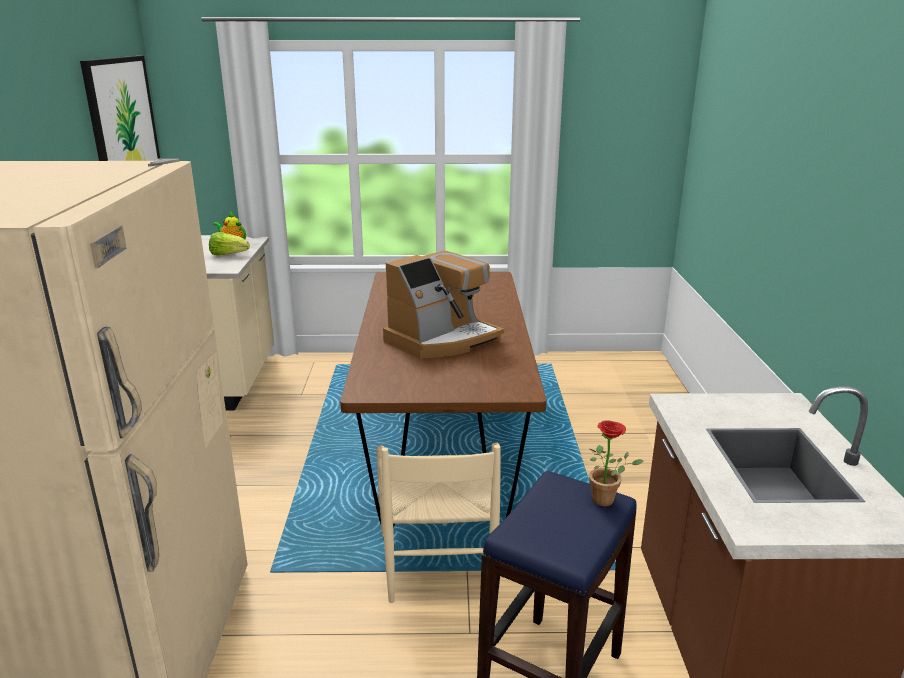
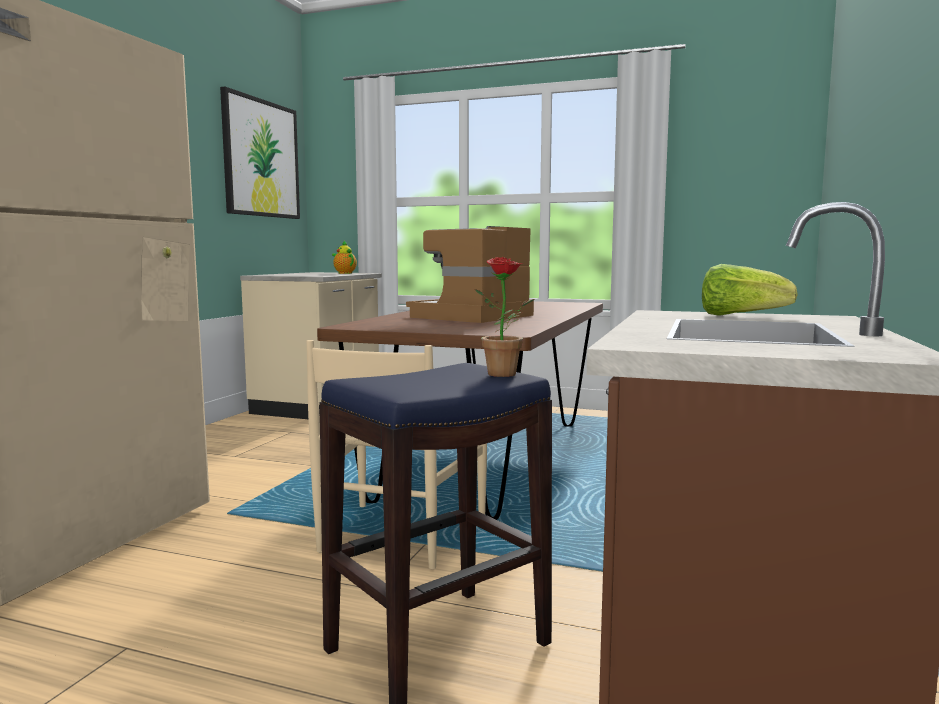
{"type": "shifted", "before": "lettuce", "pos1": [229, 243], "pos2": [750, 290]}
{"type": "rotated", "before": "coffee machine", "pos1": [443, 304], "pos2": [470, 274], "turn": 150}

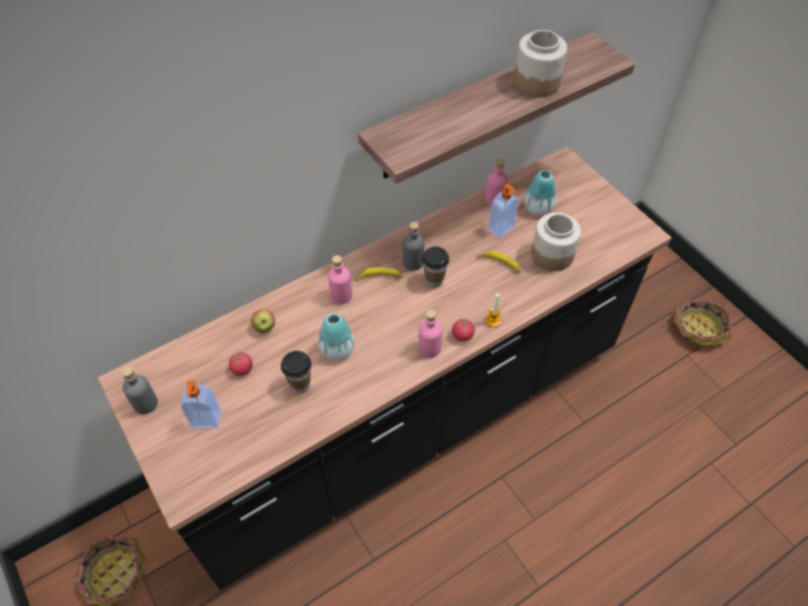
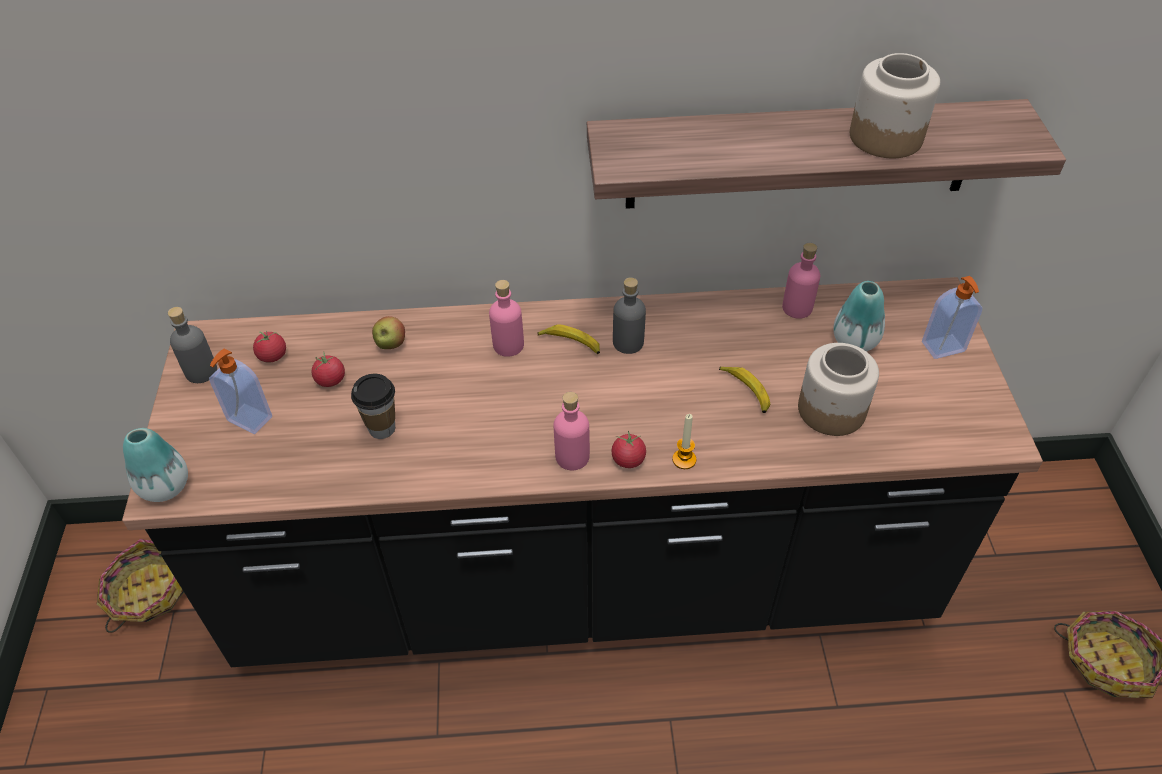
{"type": "gone", "before": "cup", "pos1": [435, 267]}
{"type": "new", "after": "tomato", "pos2": [269, 347]}
{"type": "shifted", "before": "vase", "pos1": [336, 336], "pos2": [155, 465]}
{"type": "shifted", "before": "soap dispenser", "pos1": [503, 211], "pos2": [952, 317]}

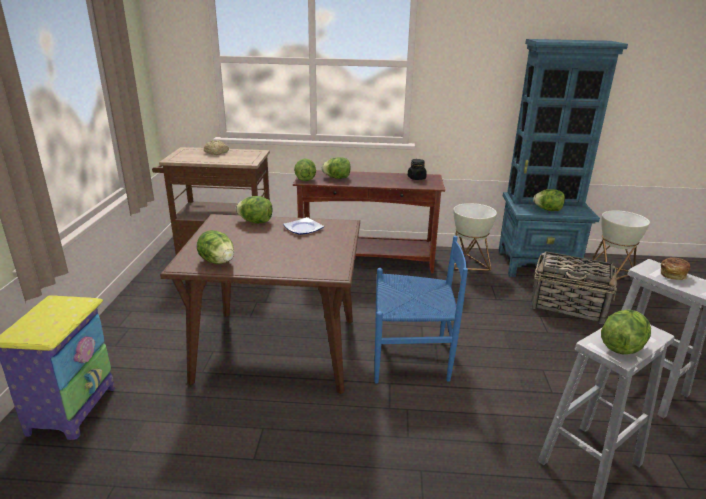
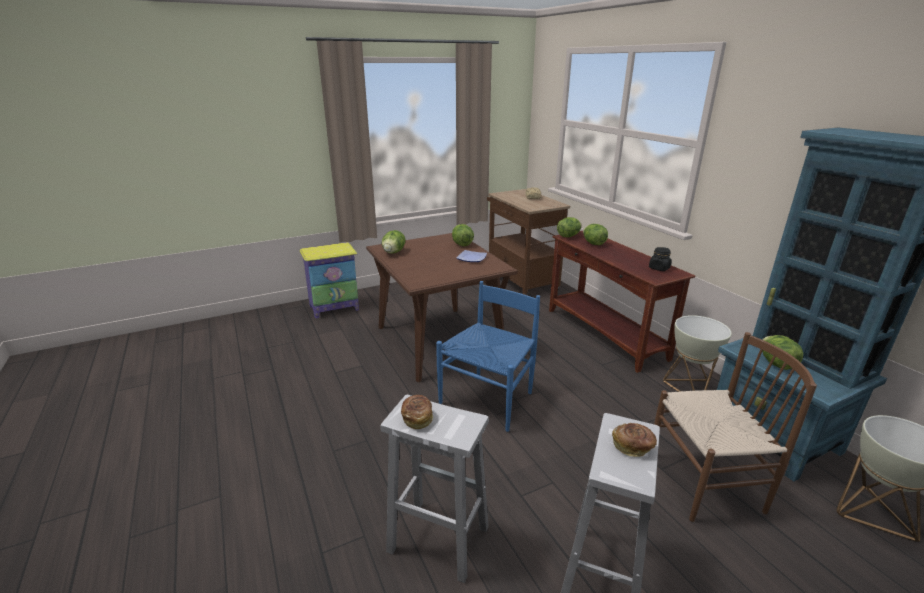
{"type": "swapped", "before": "basket", "after": "chair in brown", "pos1": [573, 287], "pos2": [735, 427]}
{"type": "swapped", "before": "lettuce", "after": "bread", "pos1": [626, 331], "pos2": [417, 412]}
{"type": "rotated", "before": "chair in blue", "pos1": [421, 310], "pos2": [488, 356], "turn": -120}

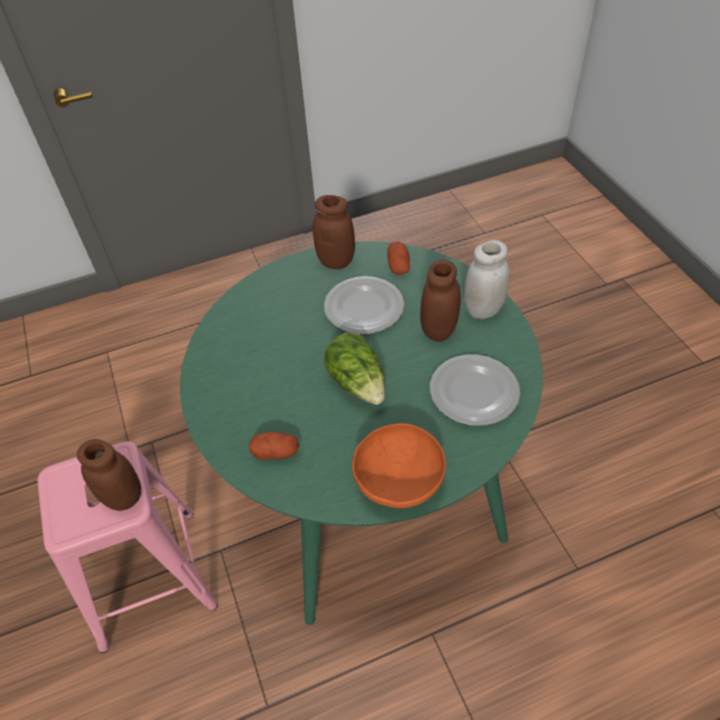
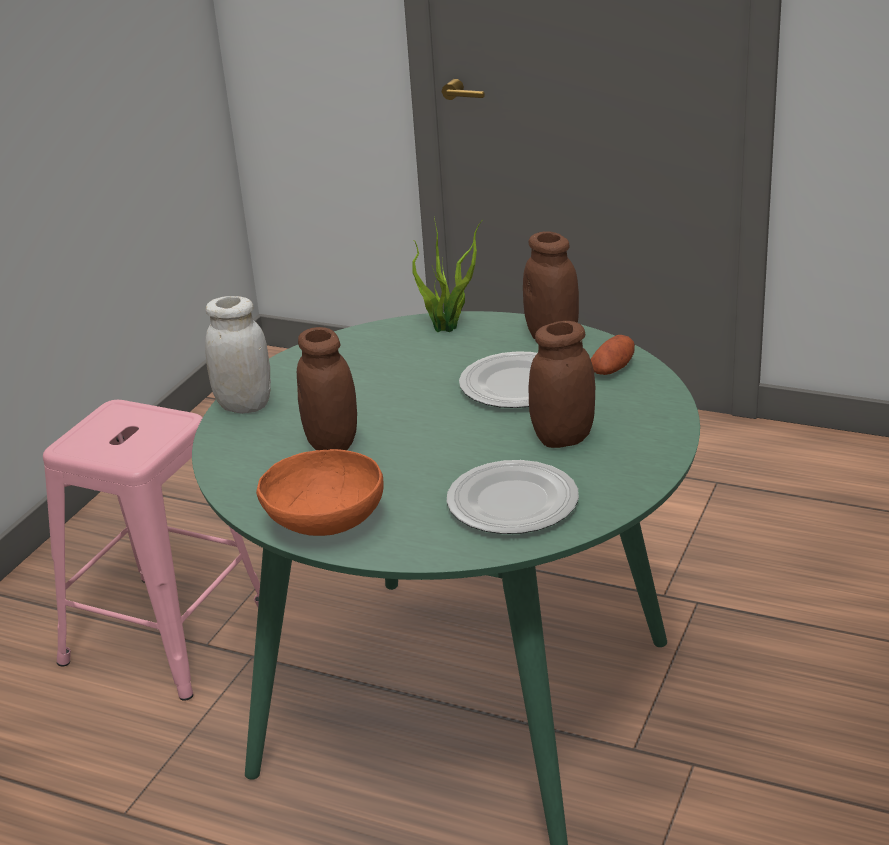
{"type": "gone", "before": "potato", "pos1": [274, 446]}
{"type": "gone", "before": "lettuce", "pos1": [354, 368]}
{"type": "new", "after": "potted plant", "pos2": [447, 275]}
{"type": "shifted", "before": "jar in brown", "pos1": [109, 475], "pos2": [327, 388]}
{"type": "shifted", "before": "jar in white", "pos1": [487, 279], "pos2": [238, 355]}

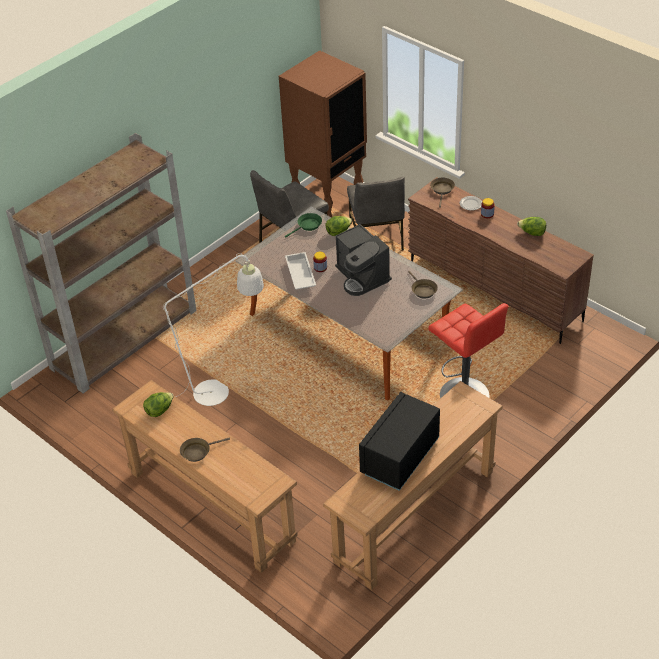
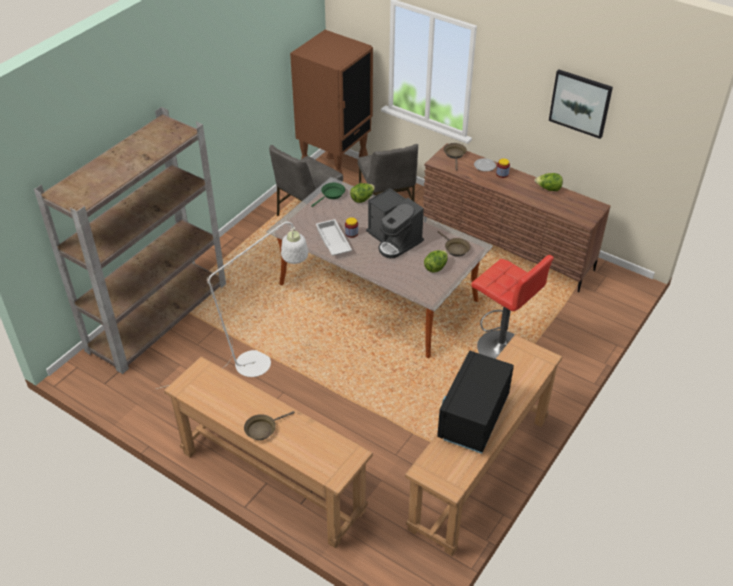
{"type": "new", "after": "picture", "pos2": [581, 104]}
{"type": "shifted", "before": "lettuce", "pos1": [158, 404], "pos2": [436, 261]}

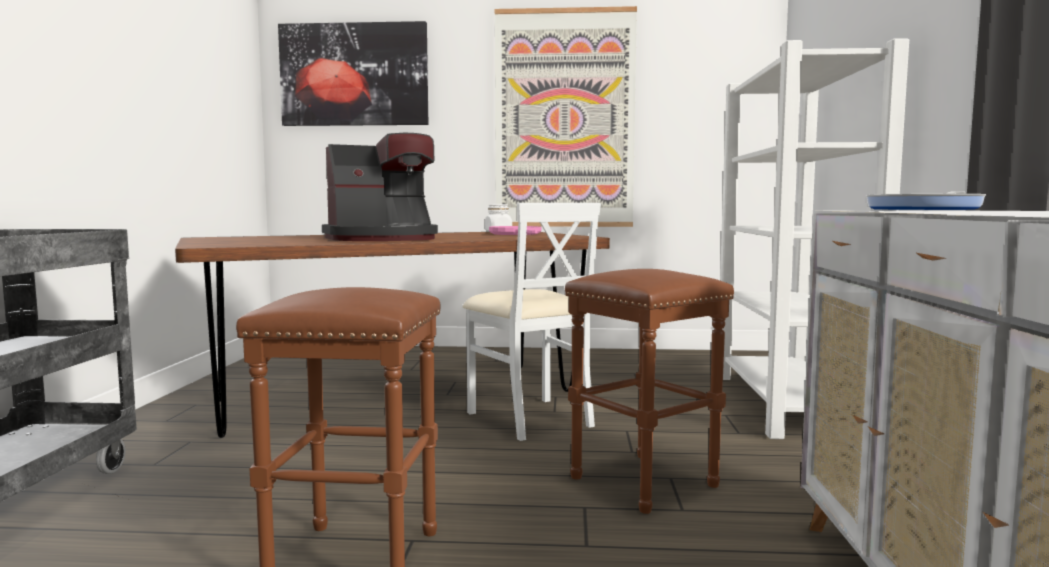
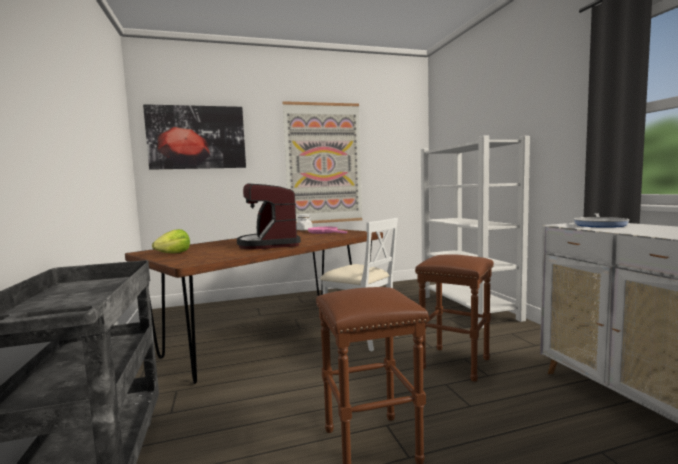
{"type": "new", "after": "lettuce", "pos2": [171, 241]}
{"type": "rotated", "before": "coffee machine", "pos1": [380, 187], "pos2": [269, 216], "turn": 120}

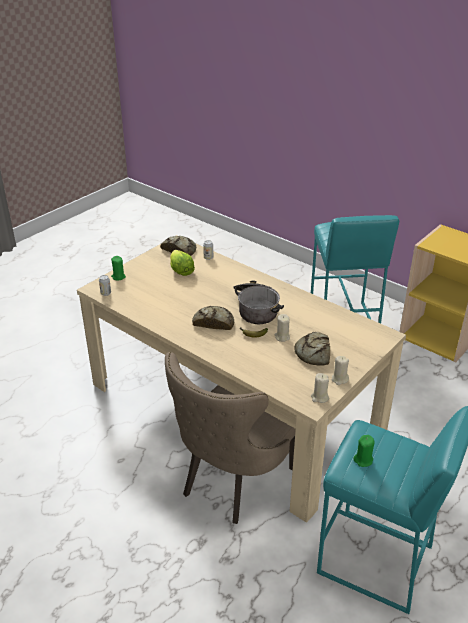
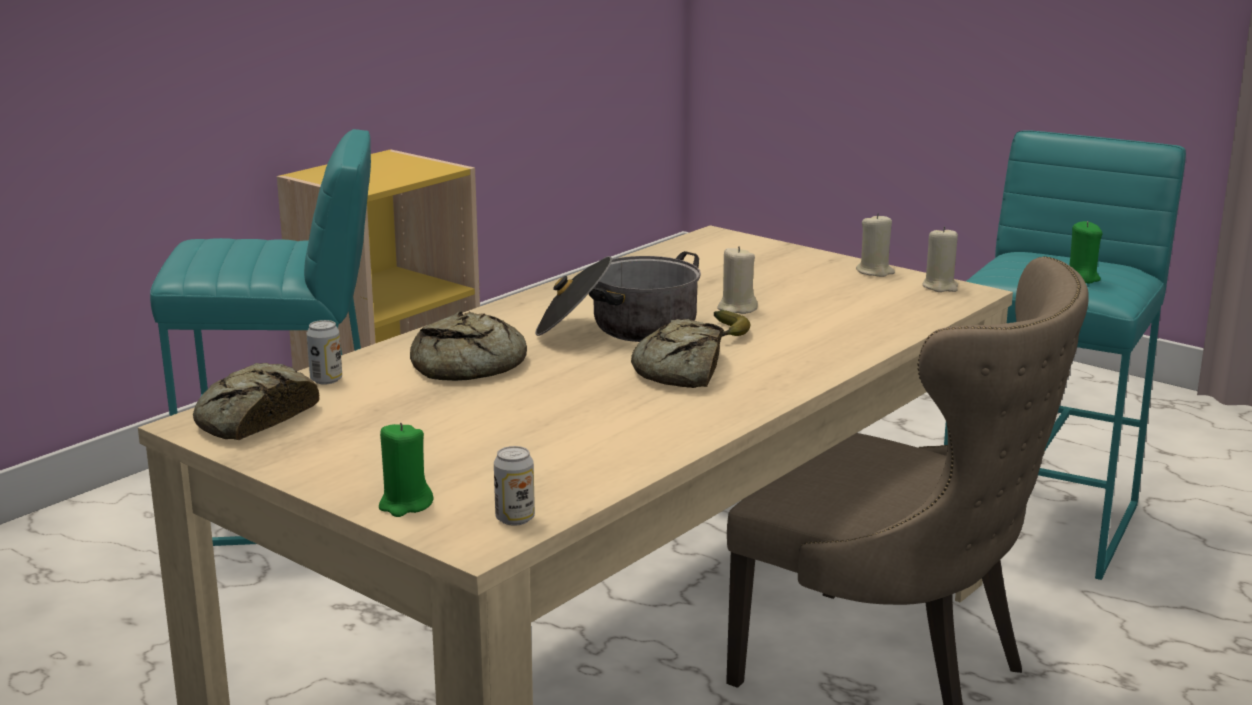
{"type": "gone", "before": "lettuce", "pos1": [182, 263]}
{"type": "shifted", "before": "bread", "pos1": [312, 349], "pos2": [468, 346]}

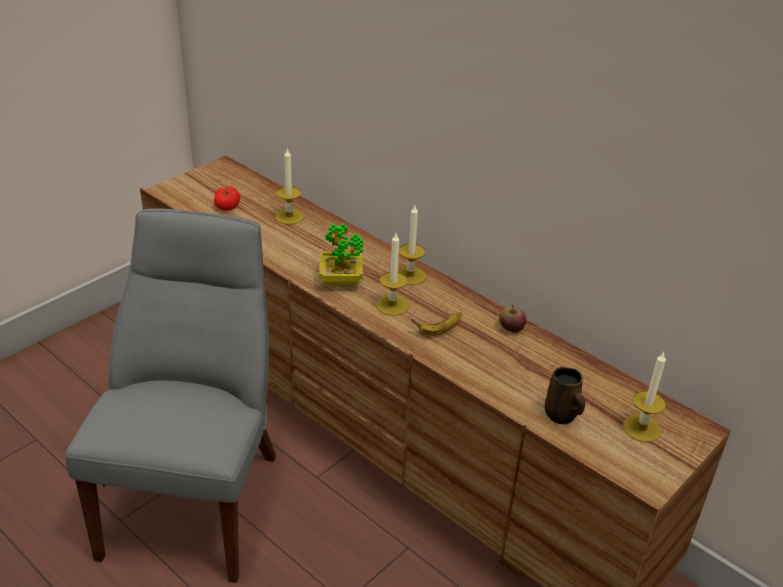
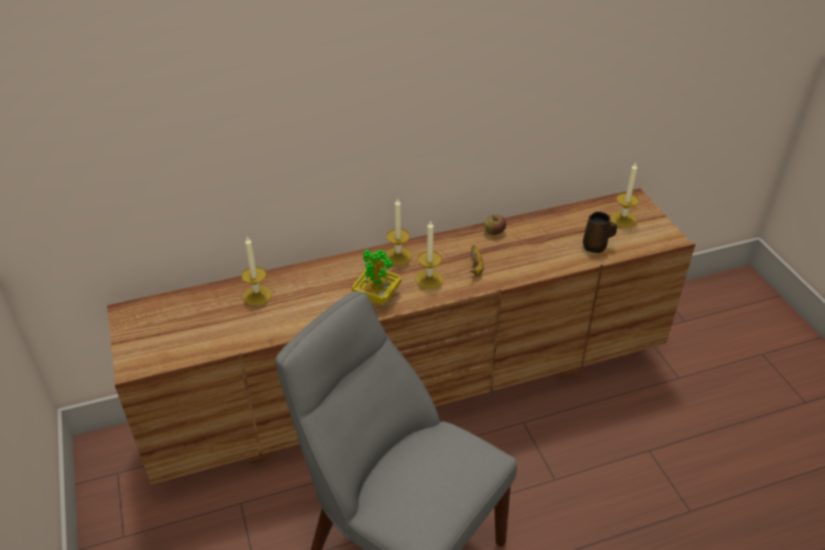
{"type": "gone", "before": "tomato", "pos1": [227, 198]}

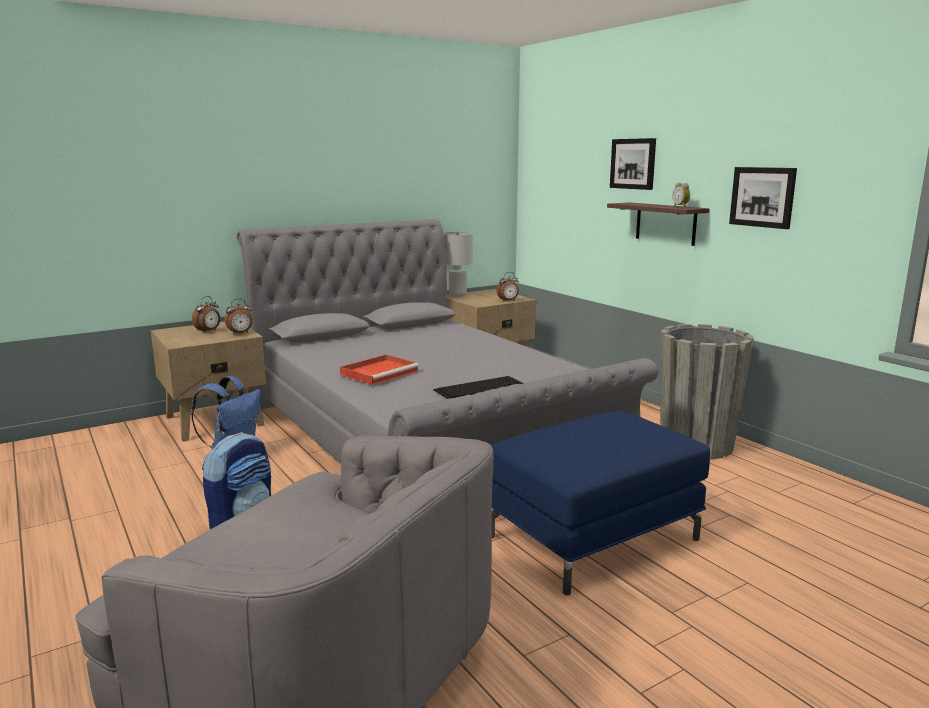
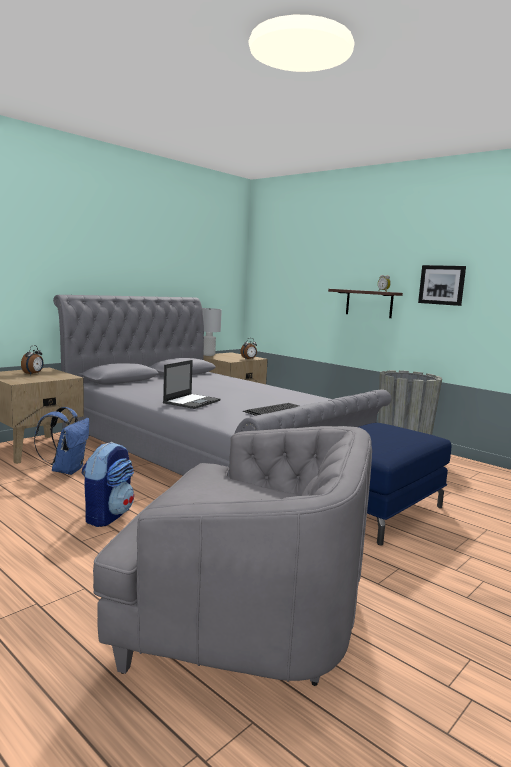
{"type": "gone", "before": "alarm clock", "pos1": [239, 316]}
{"type": "gone", "before": "picture", "pos1": [633, 164]}
{"type": "swapped", "before": "tray in red", "after": "laptop", "pos1": [379, 369], "pos2": [191, 384]}

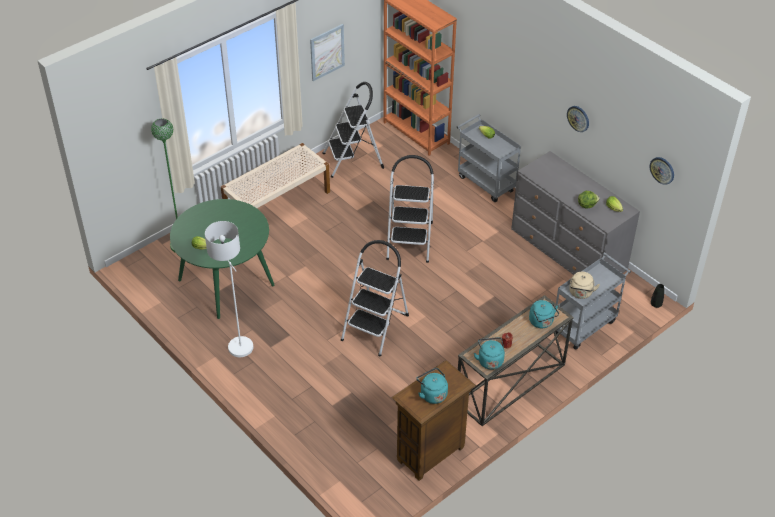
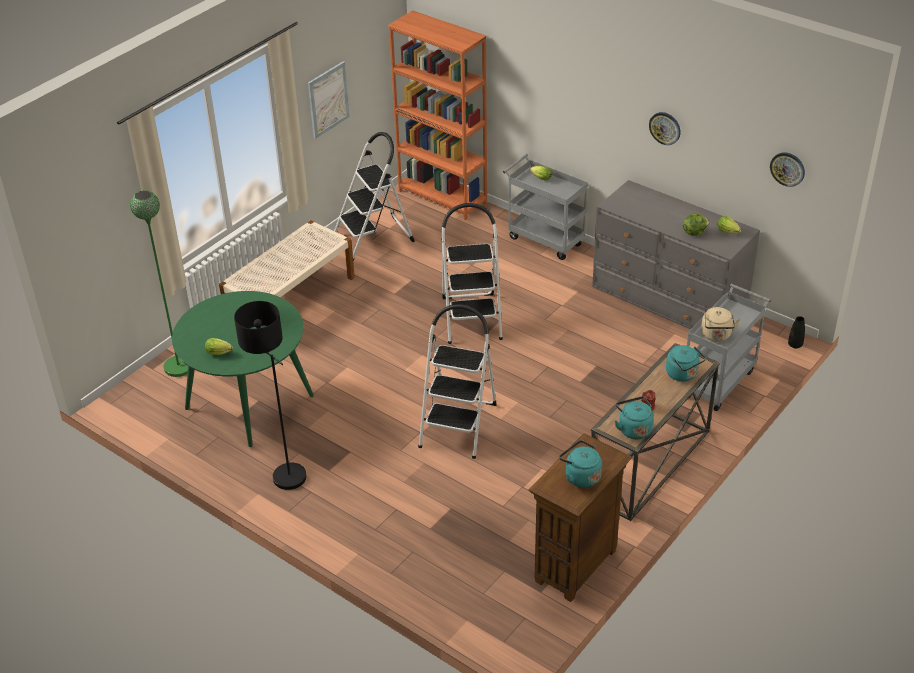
{"type": "repainted", "before": "floor lamp in white", "after": "floor lamp in black", "pos1": [229, 289], "pos2": [270, 395]}

